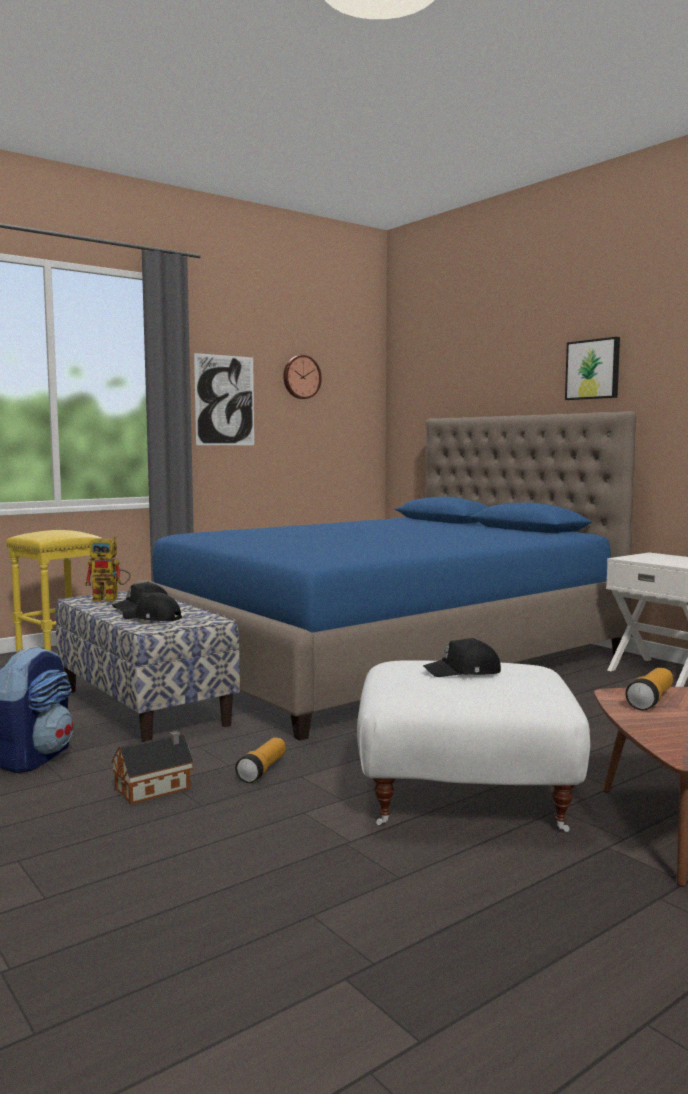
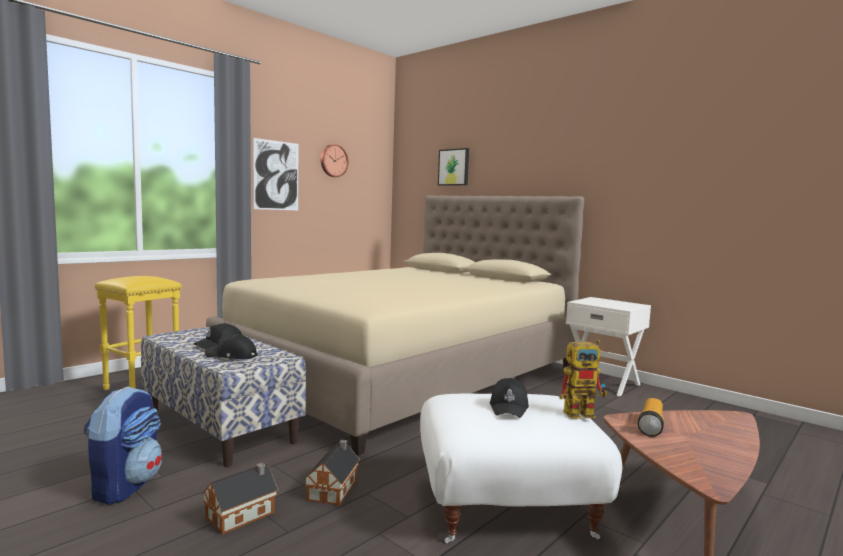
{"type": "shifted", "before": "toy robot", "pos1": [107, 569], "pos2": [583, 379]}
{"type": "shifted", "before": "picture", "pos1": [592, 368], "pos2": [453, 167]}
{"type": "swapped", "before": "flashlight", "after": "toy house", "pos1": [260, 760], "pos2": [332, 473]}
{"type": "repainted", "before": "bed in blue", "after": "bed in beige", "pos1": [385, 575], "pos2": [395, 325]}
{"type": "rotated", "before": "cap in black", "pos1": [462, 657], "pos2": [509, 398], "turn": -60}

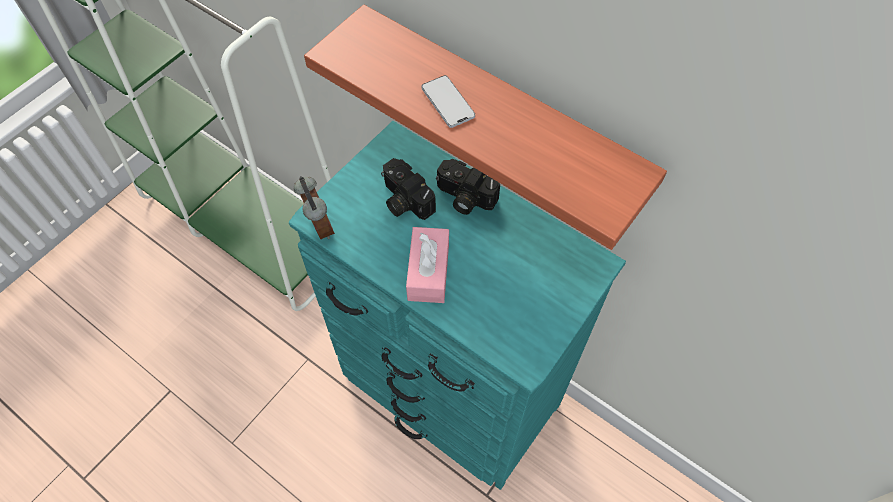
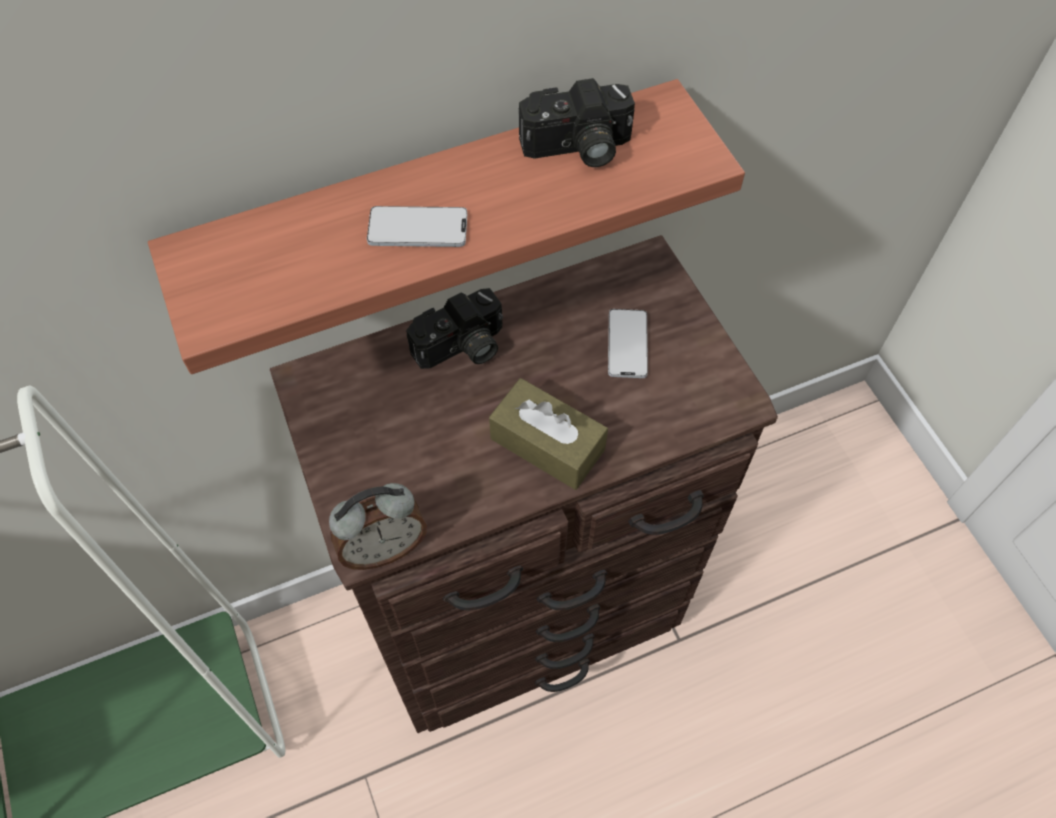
{"type": "new", "after": "phone", "pos2": [628, 343]}
{"type": "shifted", "before": "photo camera", "pos1": [408, 189], "pos2": [576, 122]}
{"type": "repainted", "before": "dresser in turquoise", "after": "dresser in brown", "pos1": [457, 305], "pos2": [524, 484]}
{"type": "repainted", "before": "tissue box in pink", "after": "tissue box in brown", "pos1": [427, 265], "pos2": [548, 434]}
{"type": "rotated", "before": "alarm clock", "pos1": [314, 208], "pos2": [378, 526], "turn": 150}

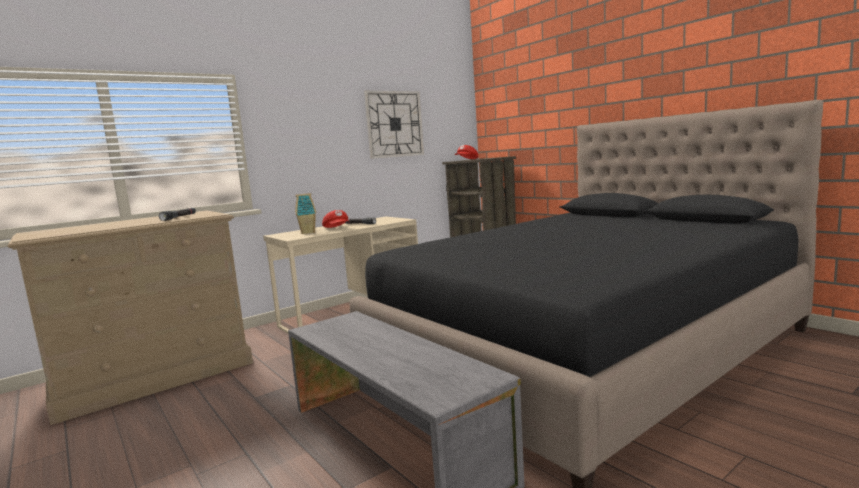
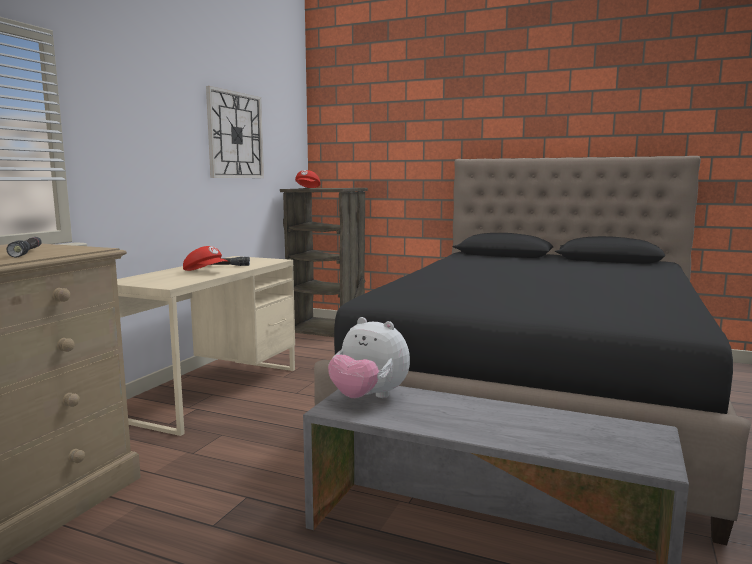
{"type": "gone", "before": "toy house", "pos1": [305, 213]}
{"type": "new", "after": "plush toy", "pos2": [369, 357]}

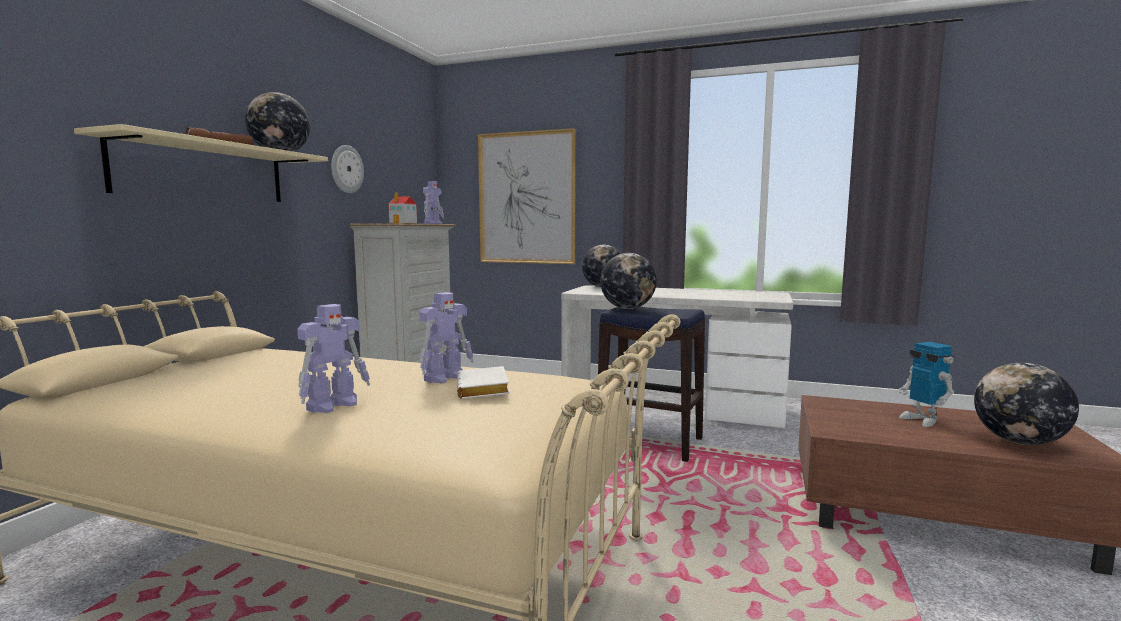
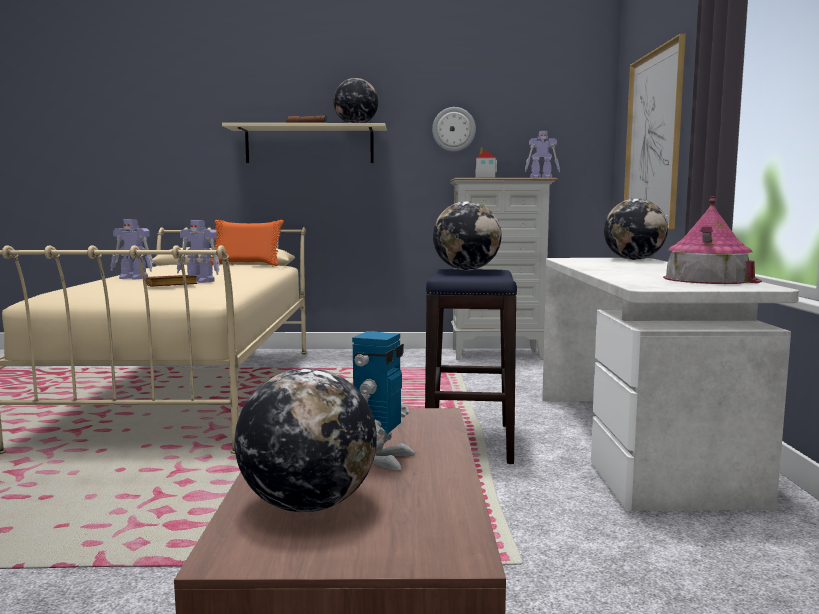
{"type": "new", "after": "pillow in orange", "pos2": [247, 242]}
{"type": "new", "after": "toy house", "pos2": [712, 240]}
{"type": "repainted", "before": "book in white", "after": "book in brown", "pos1": [483, 382], "pos2": [172, 281]}
{"type": "rotated", "before": "toy robot", "pos1": [926, 384], "pos2": [384, 400], "turn": 150}

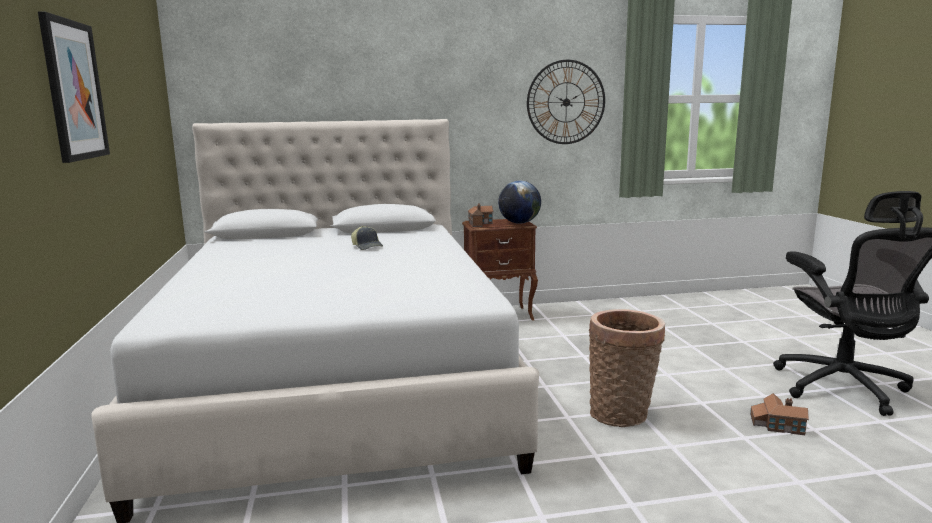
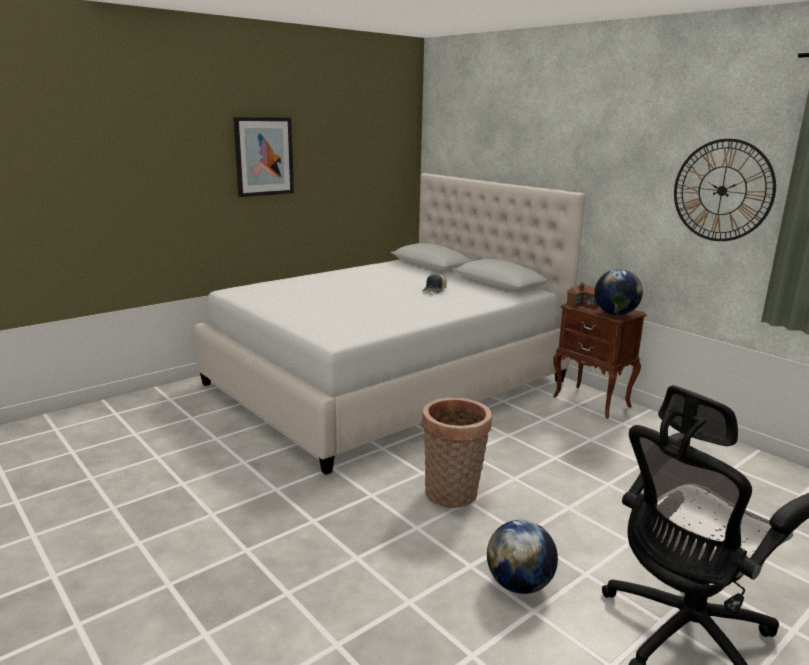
{"type": "swapped", "before": "toy house", "after": "globe", "pos1": [779, 414], "pos2": [522, 557]}

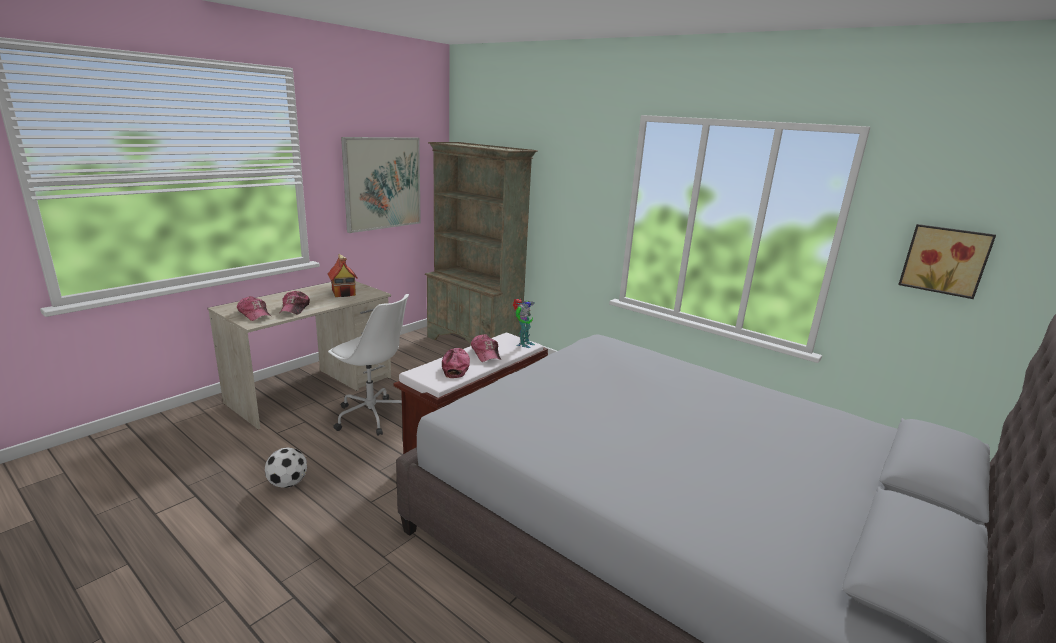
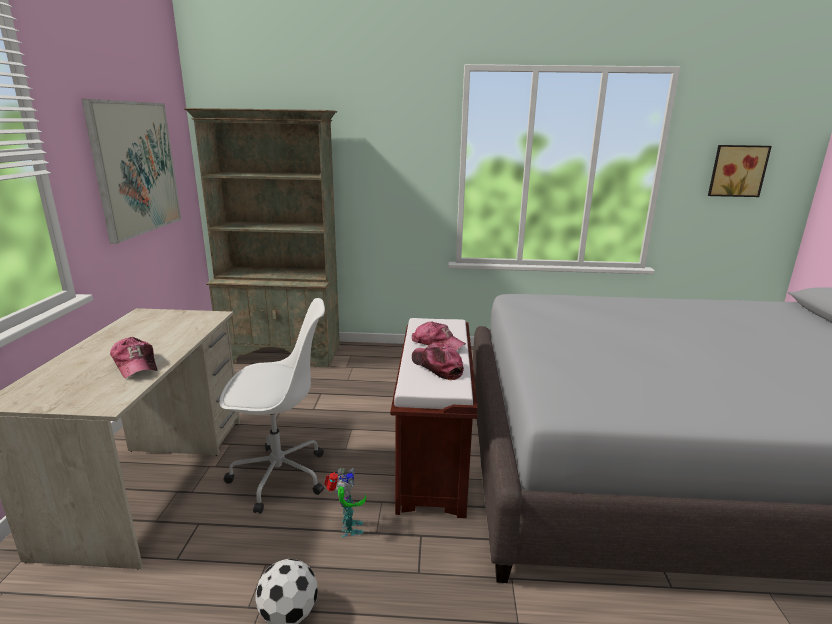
{"type": "gone", "before": "cap", "pos1": [254, 308]}
{"type": "gone", "before": "toy house", "pos1": [343, 275]}
{"type": "shifted", "before": "toy robot", "pos1": [524, 323], "pos2": [345, 502]}

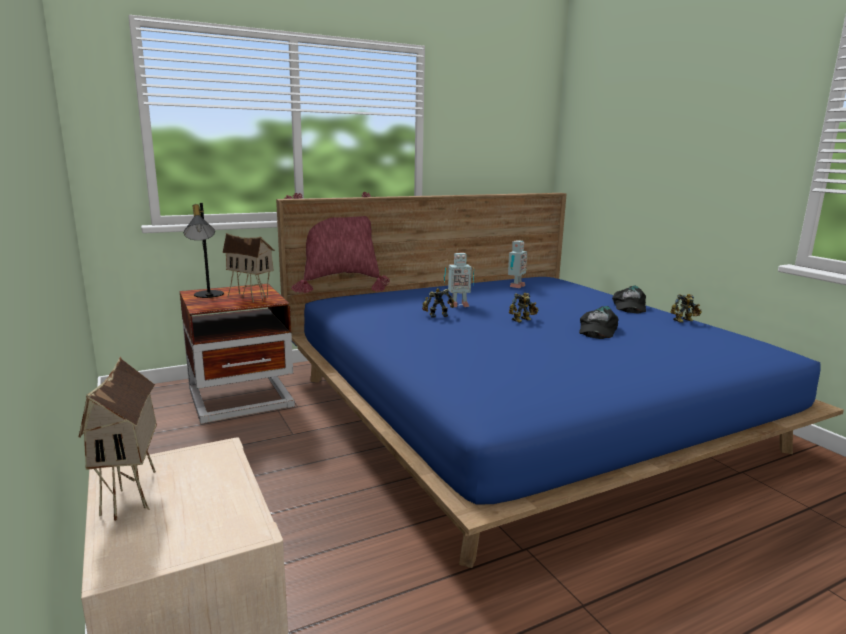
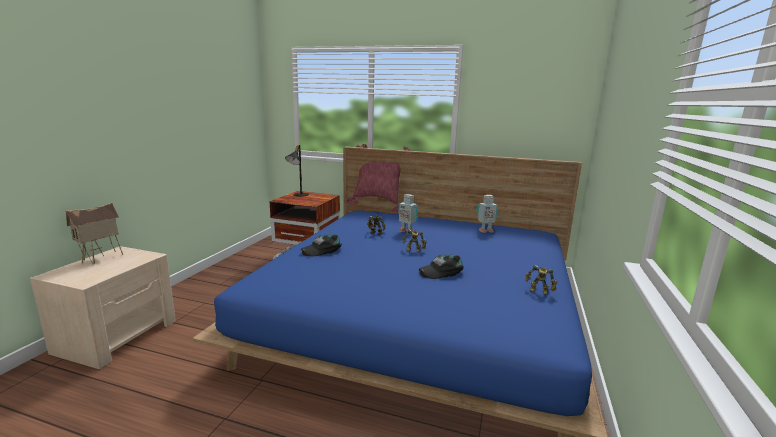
{"type": "gone", "before": "toy house", "pos1": [248, 268]}
{"type": "shifted", "before": "cap in black", "pos1": [629, 299], "pos2": [321, 245]}

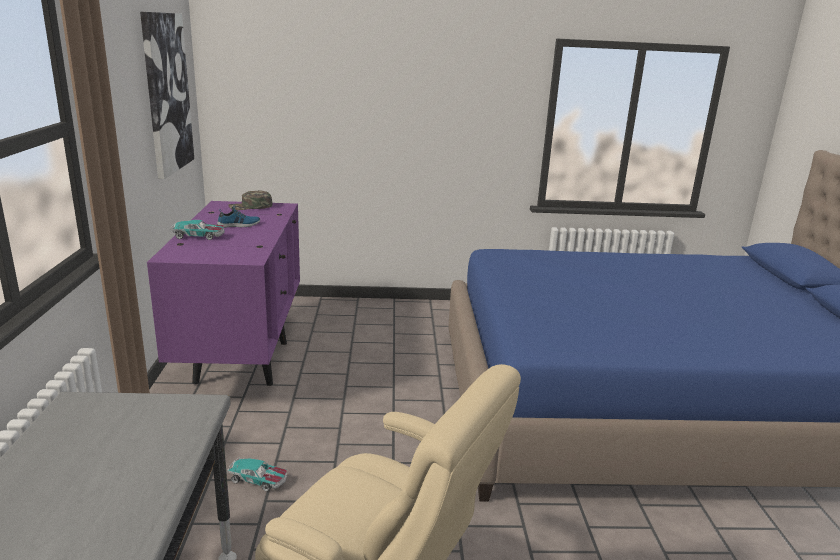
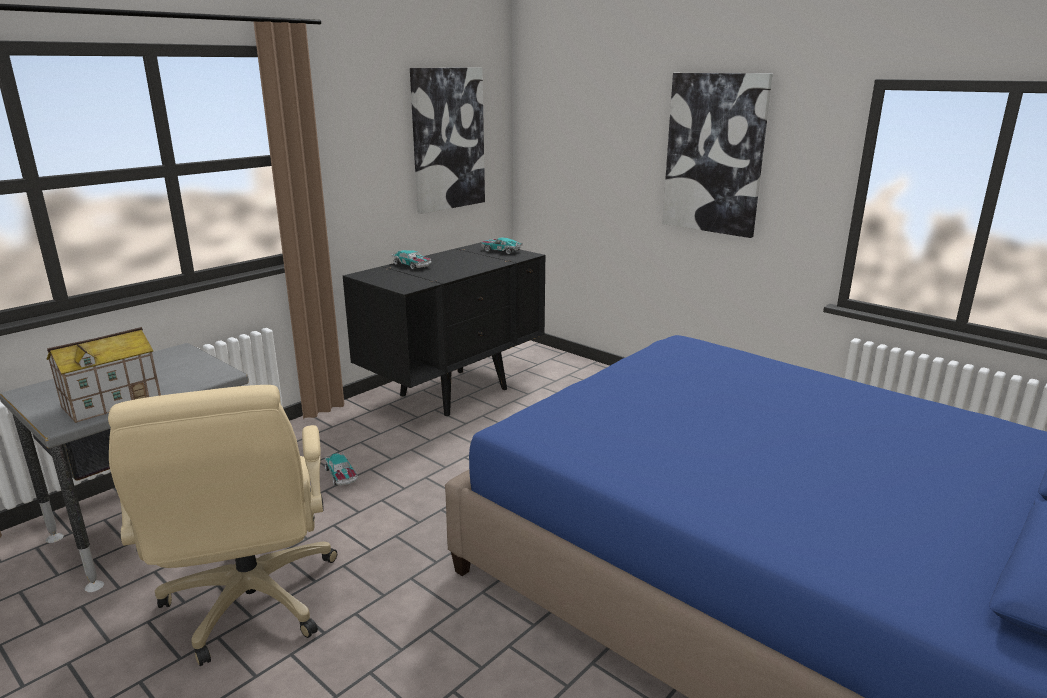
{"type": "gone", "before": "shoe", "pos1": [238, 216]}
{"type": "new", "after": "toy house", "pos2": [104, 375]}
{"type": "new", "after": "picture", "pos2": [717, 155]}
{"type": "swapped", "before": "cap in green", "after": "toy car", "pos1": [250, 200], "pos2": [502, 245]}
{"type": "repainted", "before": "dresser in purple", "after": "dresser in black", "pos1": [223, 293], "pos2": [444, 329]}

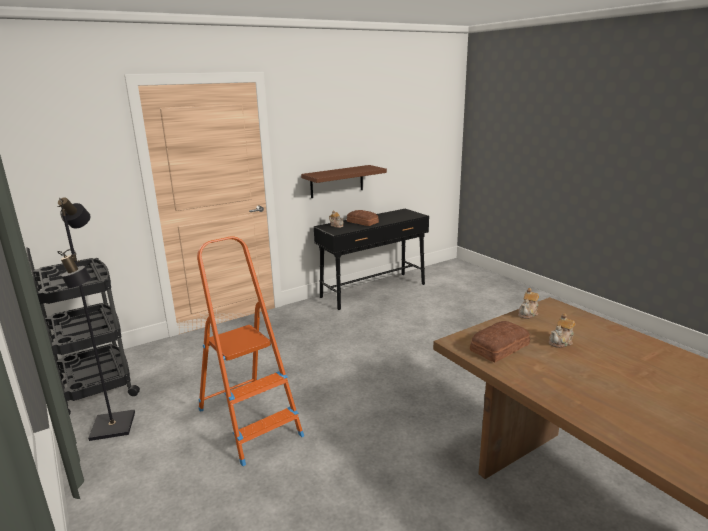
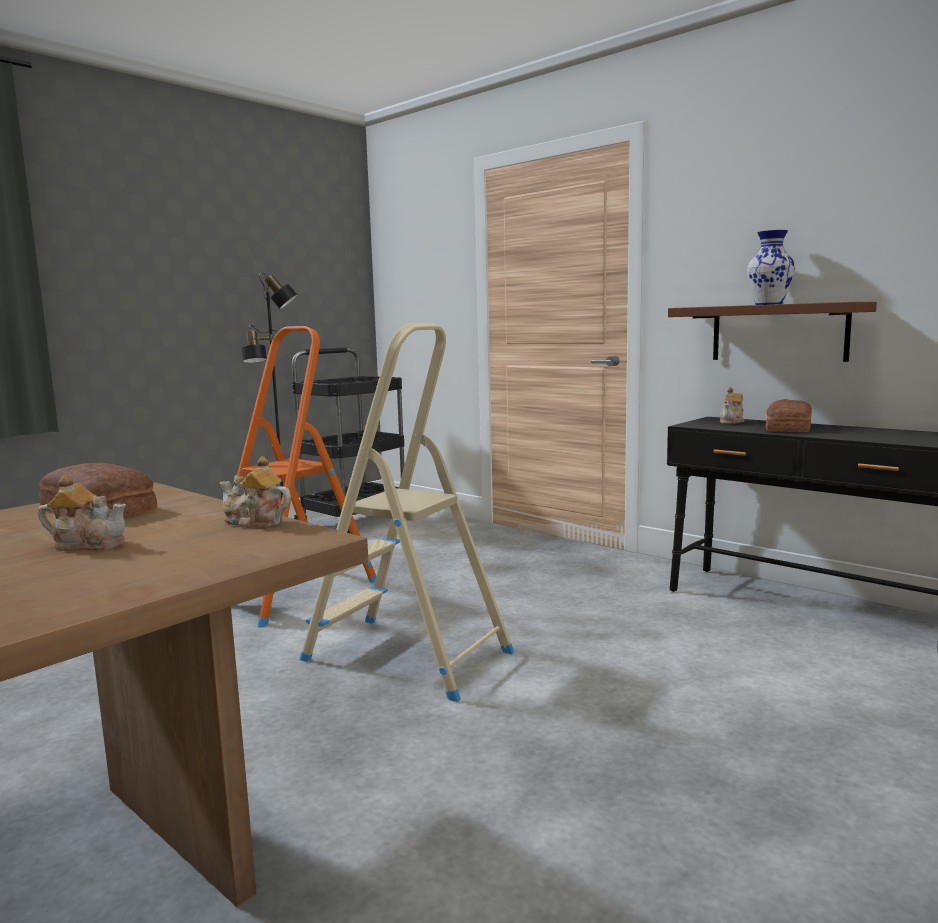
{"type": "new", "after": "step ladder in beige", "pos2": [407, 512]}
{"type": "new", "after": "vase", "pos2": [771, 267]}
{"type": "rotated", "before": "teapot", "pos1": [562, 330], "pos2": [82, 513], "turn": 150}

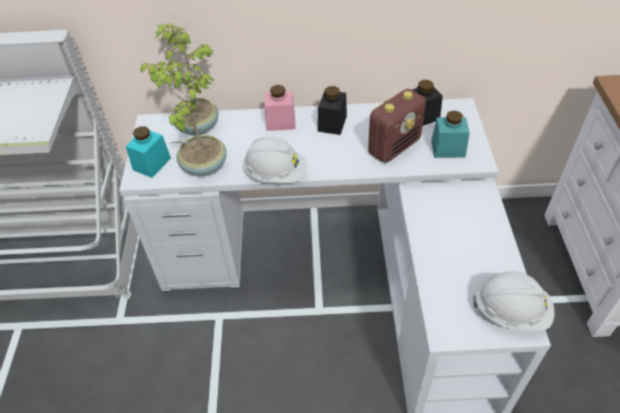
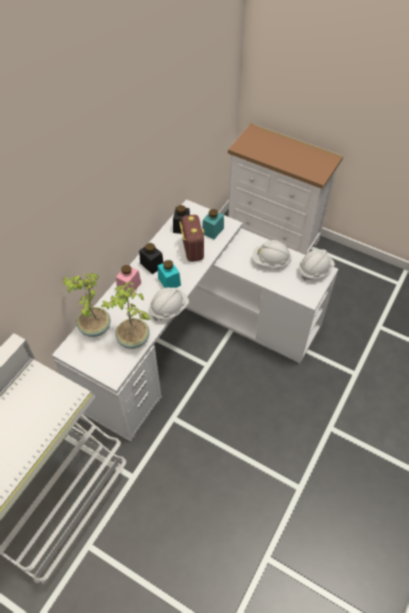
{"type": "new", "after": "hard hat in white", "pos2": [272, 254]}
{"type": "shifted", "before": "jar in turquoise", "pos1": [148, 152], "pos2": [169, 274]}

